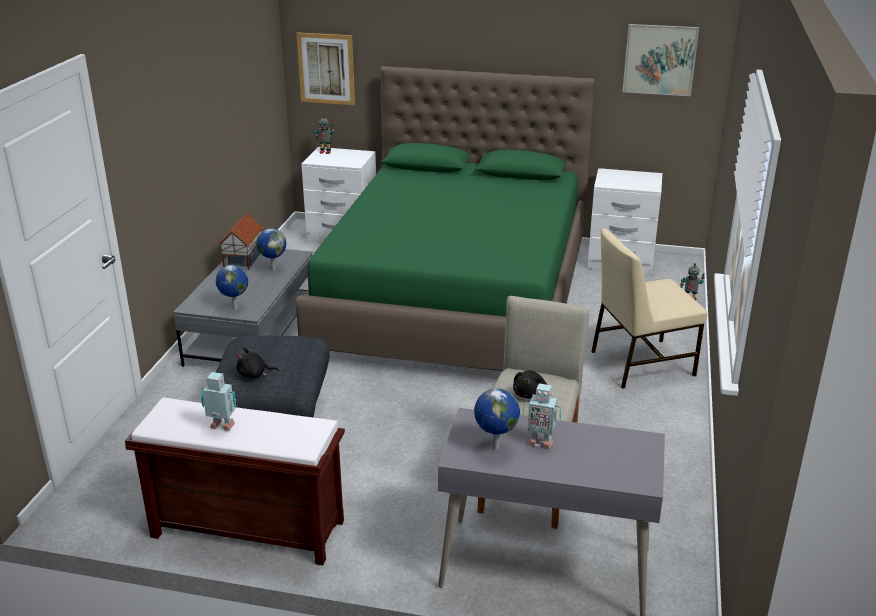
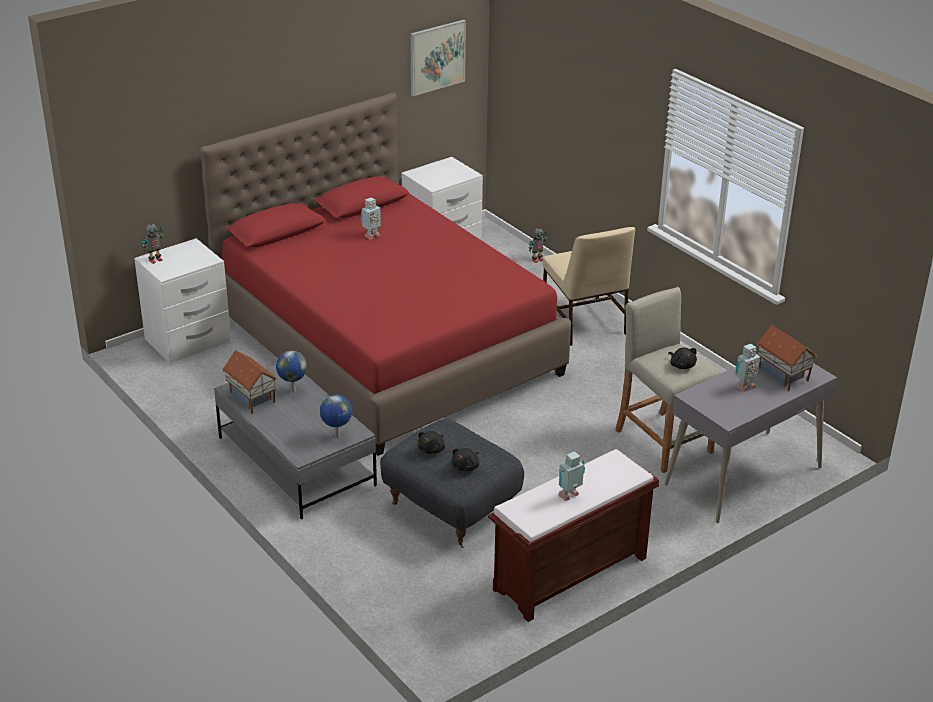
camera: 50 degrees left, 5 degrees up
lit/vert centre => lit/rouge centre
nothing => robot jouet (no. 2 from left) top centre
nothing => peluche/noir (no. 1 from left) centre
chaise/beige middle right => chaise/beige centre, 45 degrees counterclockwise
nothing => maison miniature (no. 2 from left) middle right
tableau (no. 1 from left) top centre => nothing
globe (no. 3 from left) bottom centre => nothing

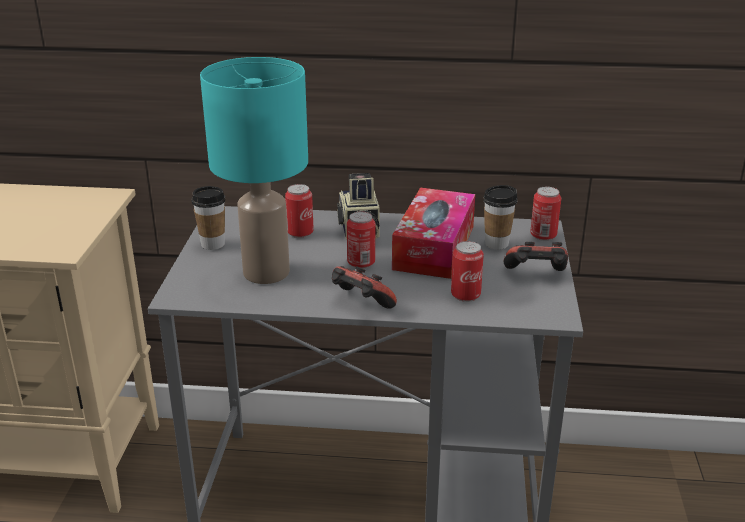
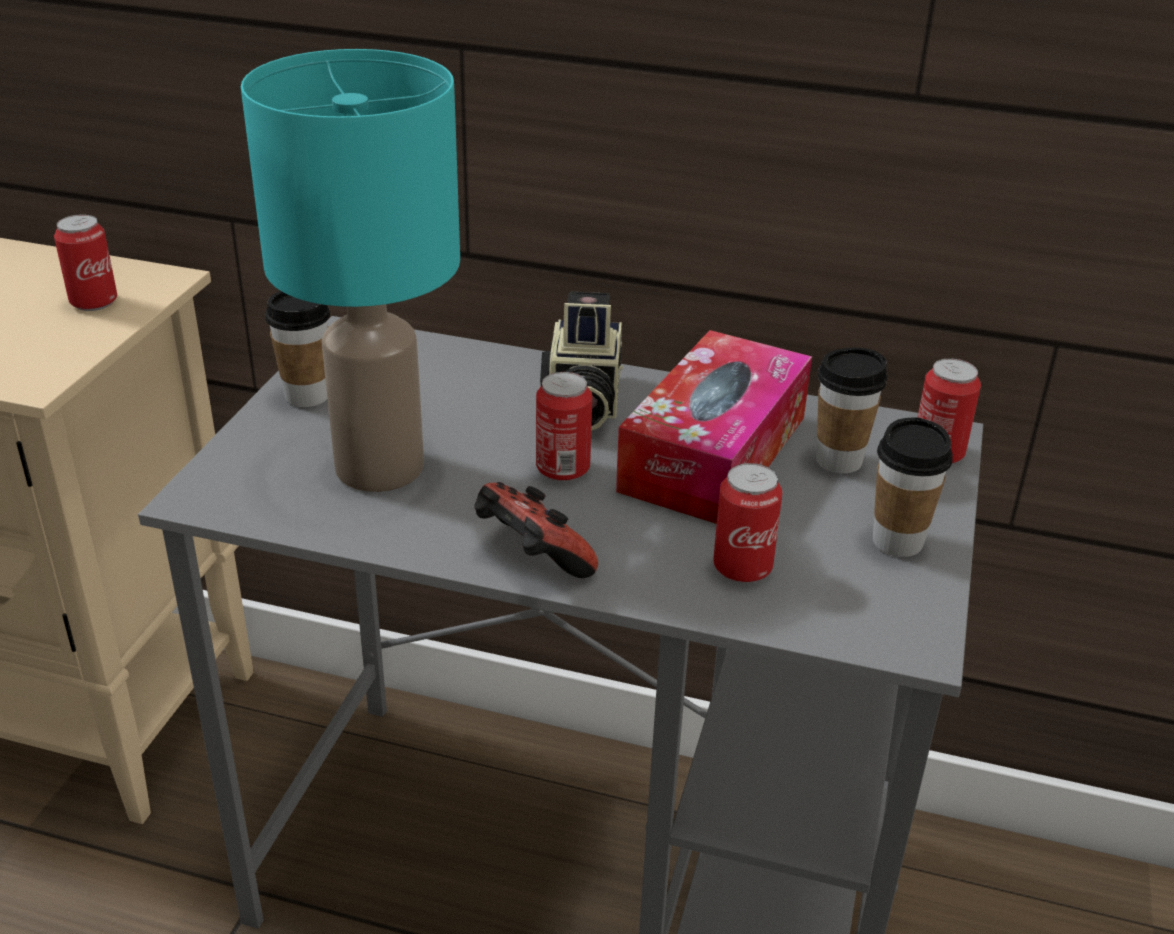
camera: 10 degrees right, 5 degrees up
boîte métallique (no. 1 from left) centre => boîte métallique (no. 1 from left) top left, shifted
manette (no. 2 from left) middle right => tasse (no. 3 from left) middle right

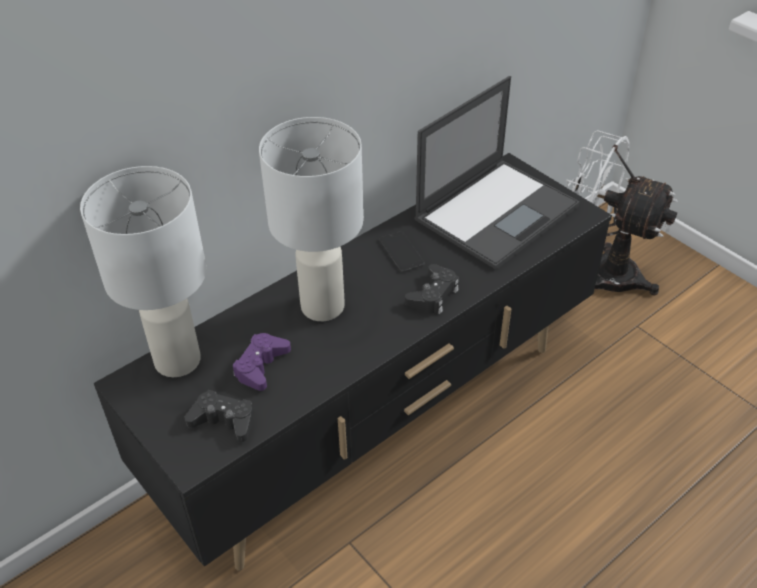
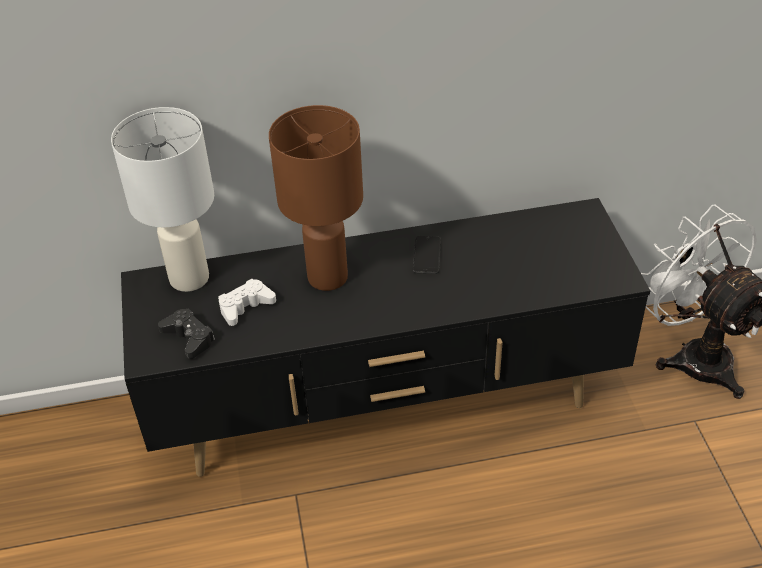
camera: 30 degrees right, 0 degrees up
manette/violet centre => manette/blanc middle left
lampe de table/blanc (no. 2 from left) centre => lampe de table/marron centre
manette/noir (no. 2 from left) centre => nothing
ordinateur portable top centre => nothing

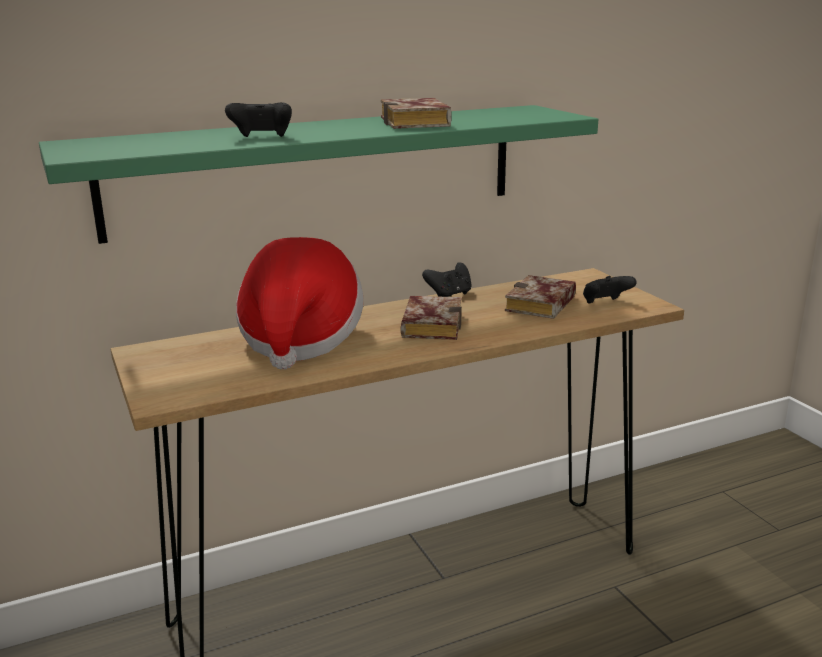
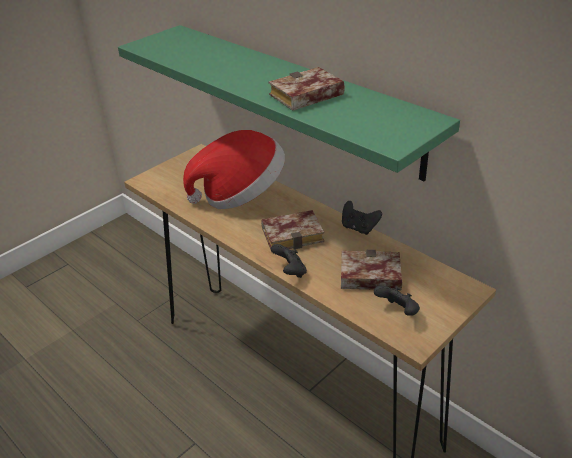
camera: 70 degrees right, 15 degrees up
manette/noir (no. 1 from left) top left => manette/noir (no. 1 from left) centre, shifted

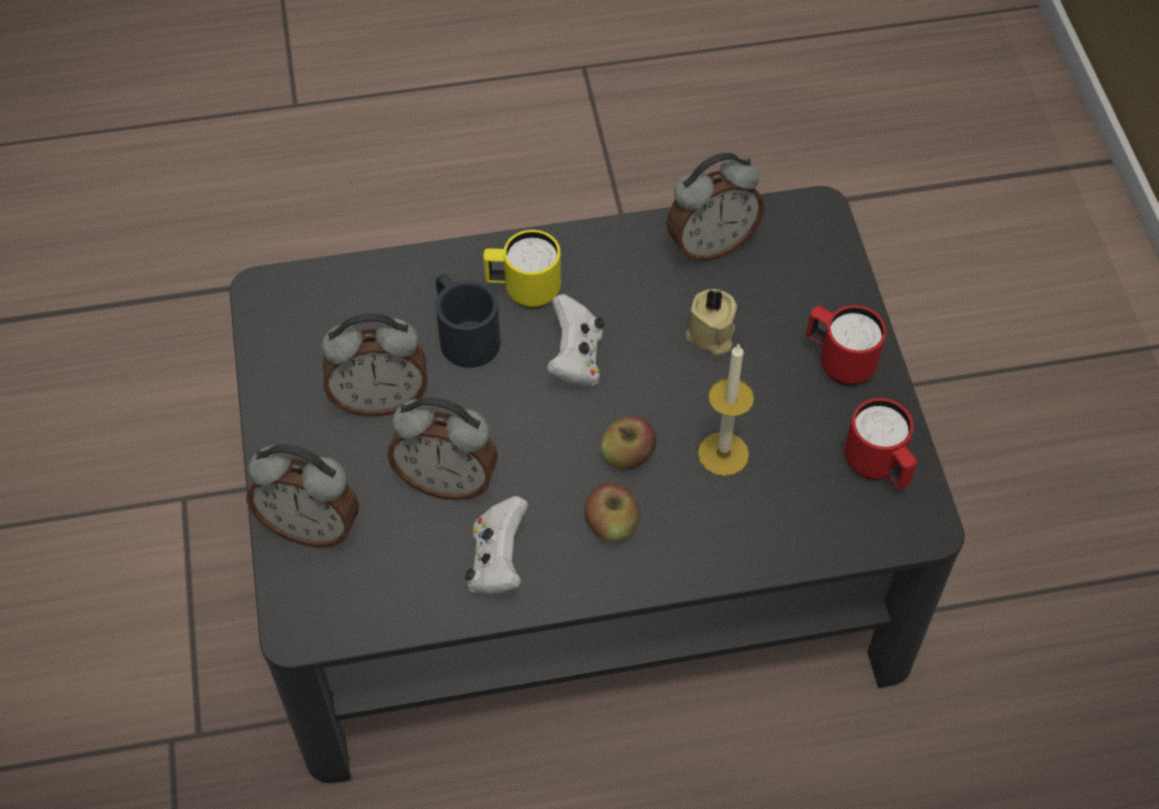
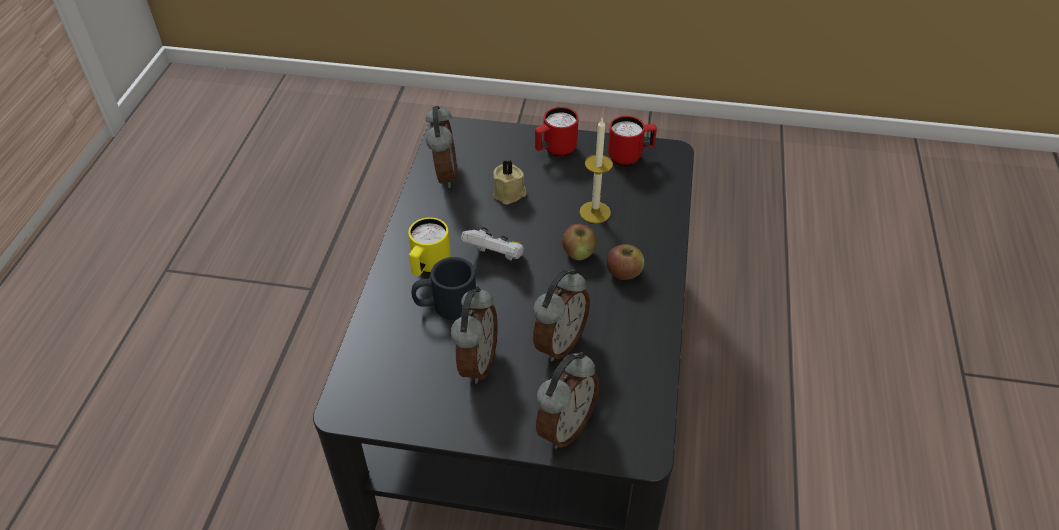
camera: 70 degrees left, 10 degrees down
manette/blanc (no. 1 from left) bottom centre => nothing

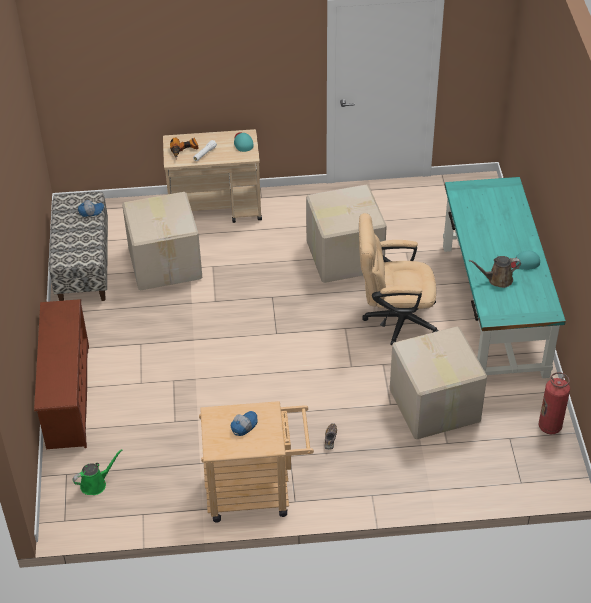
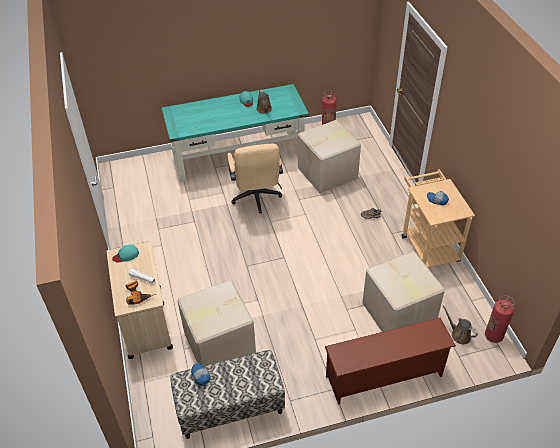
camera: 100 degrees left, 0 degrees up
carton (no. 2 from left in the first image) centre => carton (no. 3 from left) middle right, shifted
arrosoir/vert bottom left => arrosoir/marron (no. 2 from left) bottom right
nothing => extincteur (no. 2 from left) bottom right

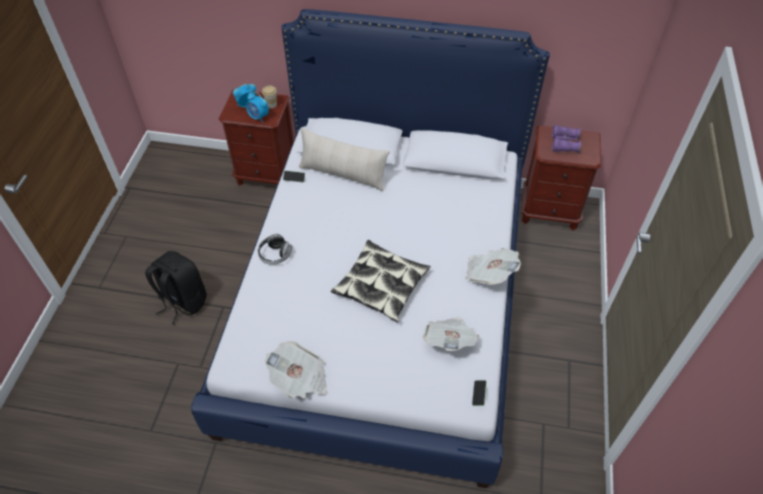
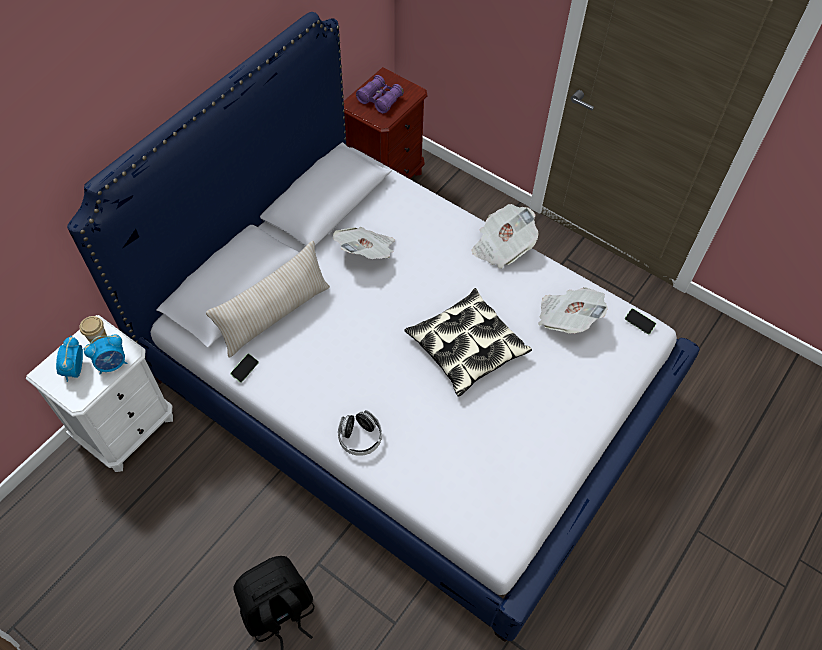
camera: 65 degrees left, 5 degrees up
table de chevet/marron (no. 1 from left) top centre => table de chevet/blanc middle left
journal (no. 1 from left) bottom centre => journal (no. 1 from left) centre, shifted

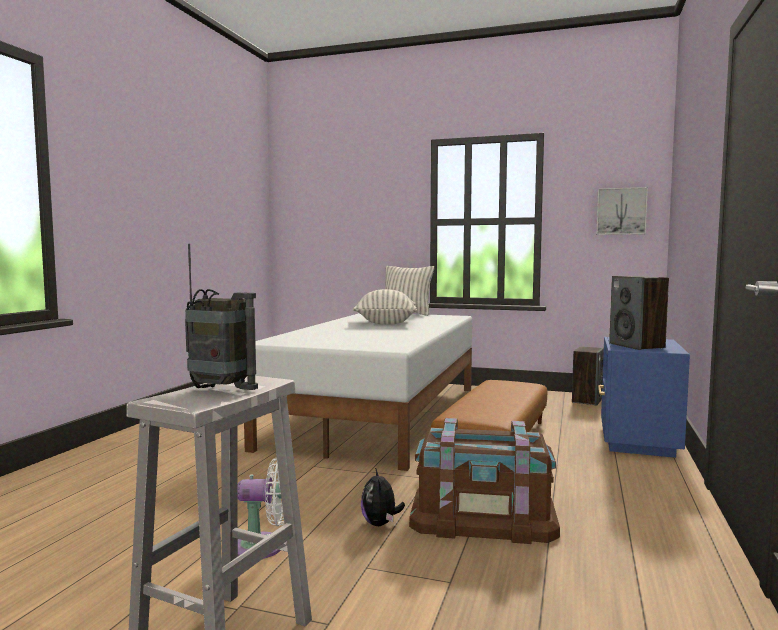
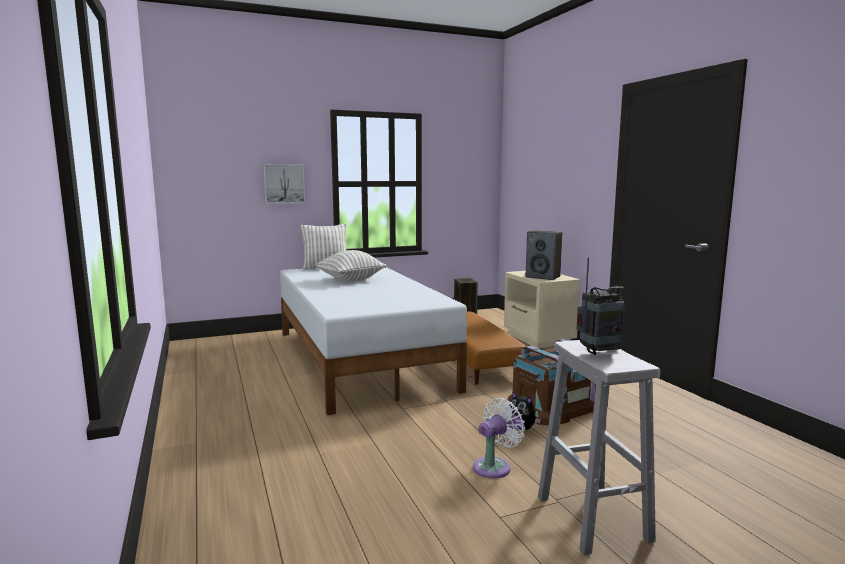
camera: 40 degrees left, 5 degrees up
tableau middle right => tableau top centre, shifted
table de chevet/bleu middle right => table de chevet/beige centre

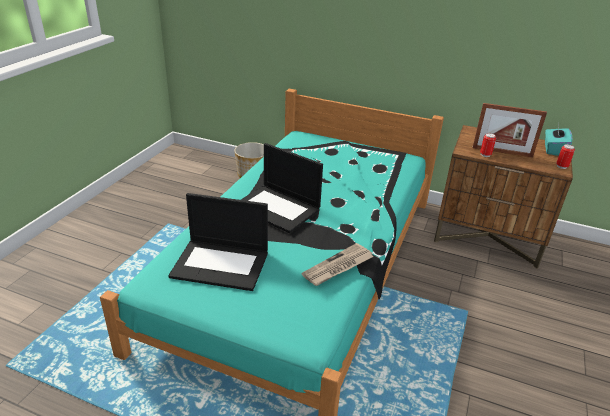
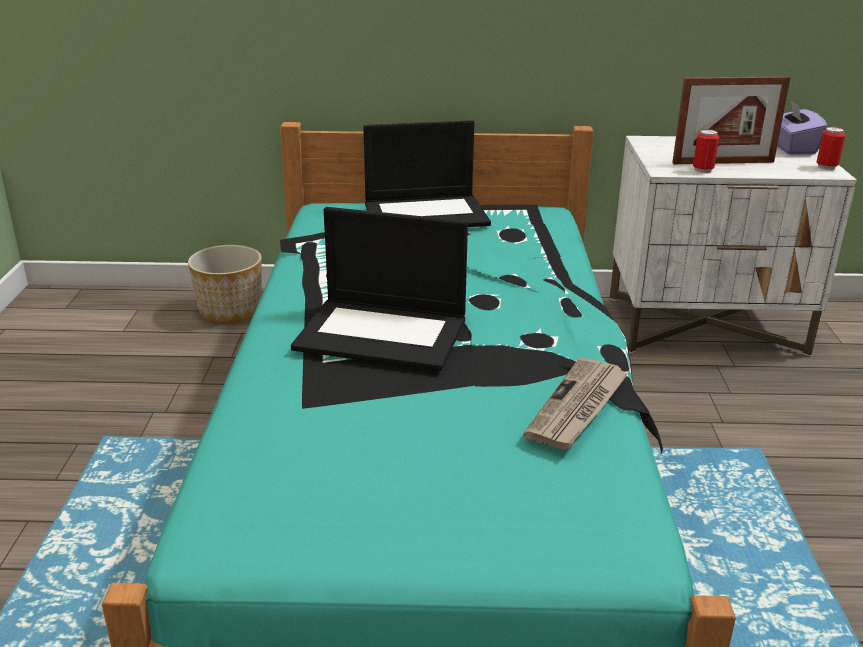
camera: 20 degrees left, 5 degrees down
ordinateur portable (no. 1 from left in the first image) centre => ordinateur portable (no. 2 from left) top centre, shifted
table de chevet/marron middle right => table de chevet/blanc middle right
boîte à mouchoirs/turquoise middle right => boîte à mouchoirs/violet top right

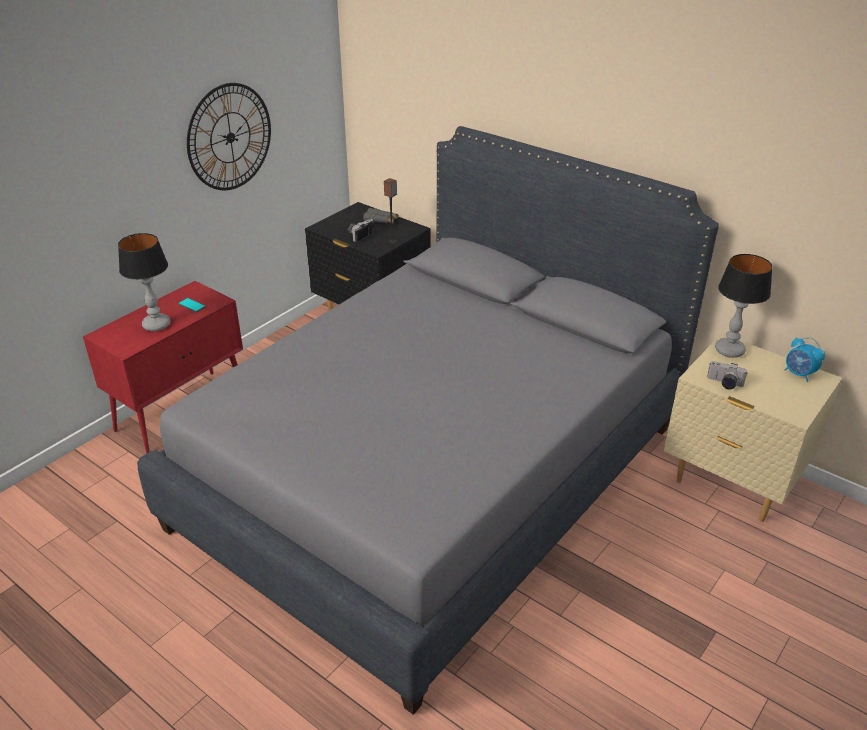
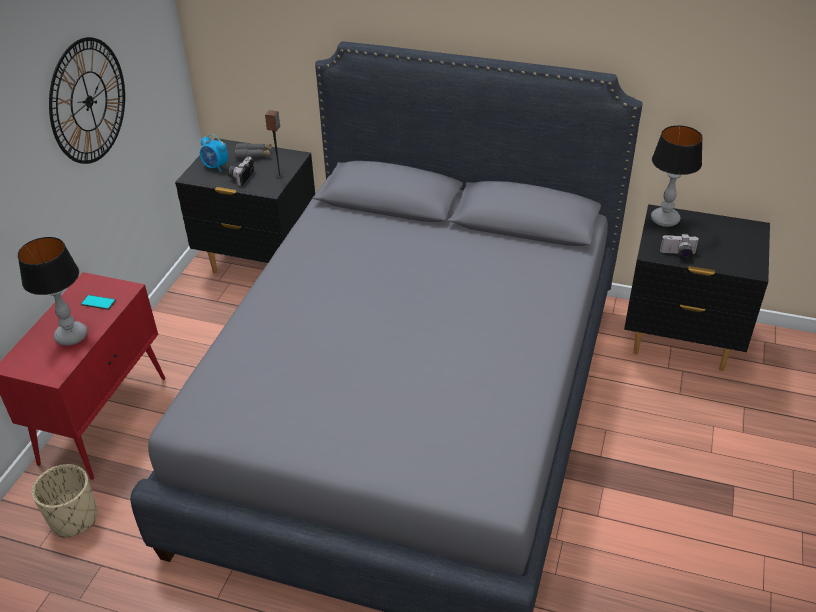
camera: 20 degrees left, 5 degrees up
nothing => cache-pot/beige bottom left
réveil middle right => réveil top left, shifted
table de chevet/beige middle right => table de chevet/noir (no. 2 from left) middle right

